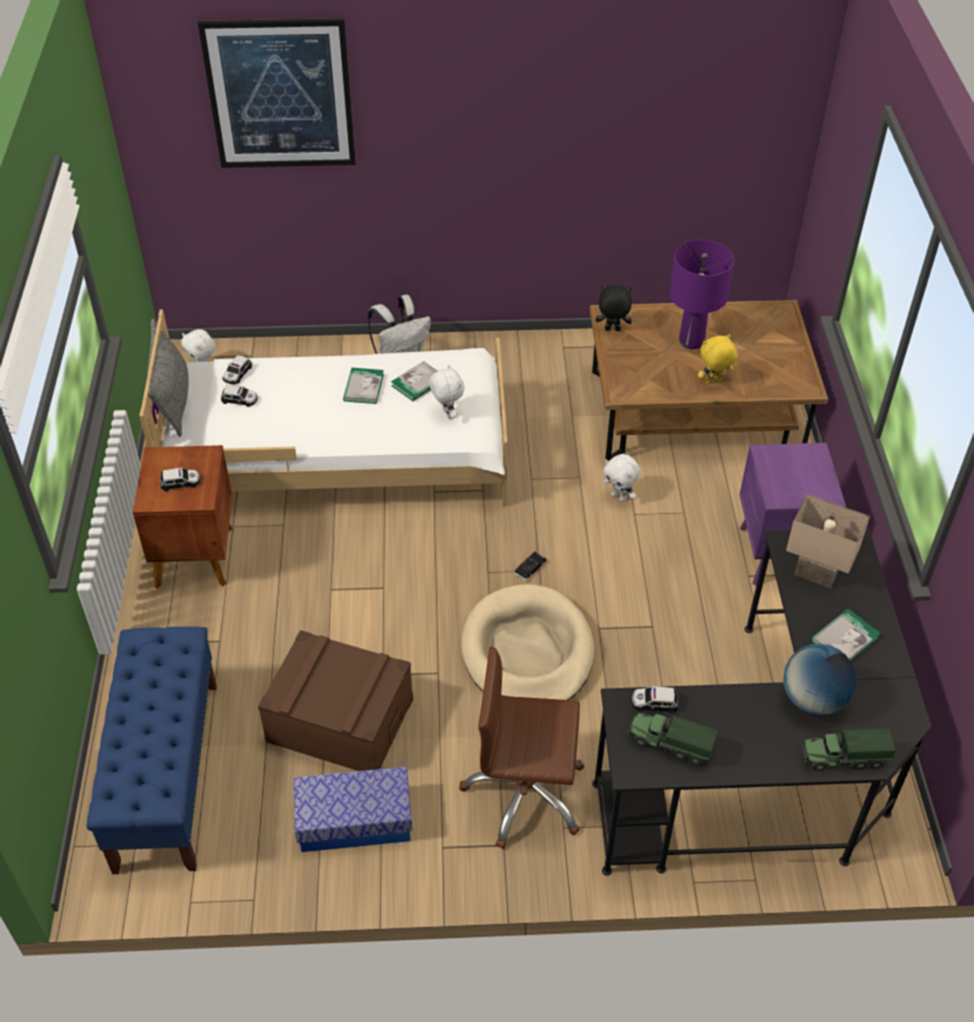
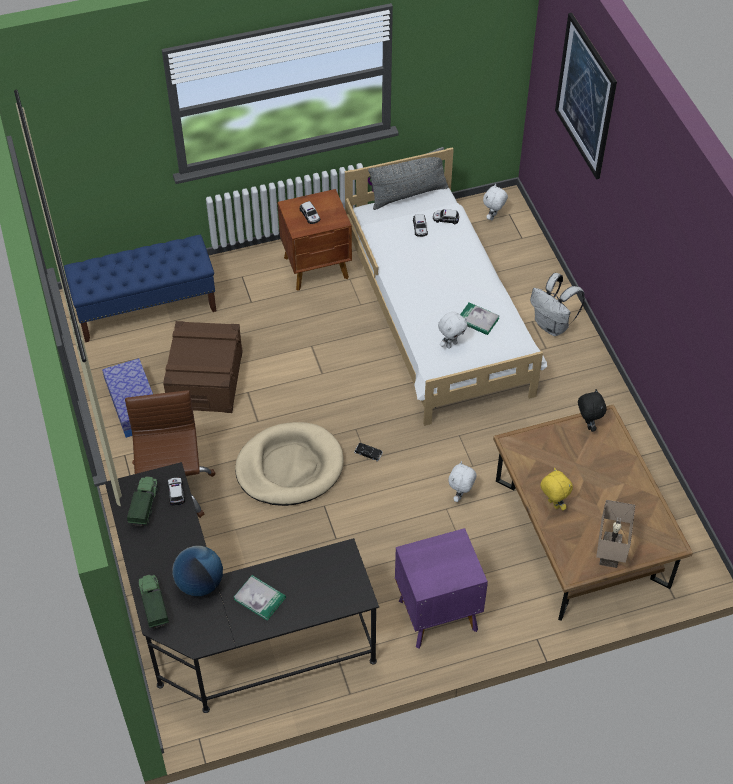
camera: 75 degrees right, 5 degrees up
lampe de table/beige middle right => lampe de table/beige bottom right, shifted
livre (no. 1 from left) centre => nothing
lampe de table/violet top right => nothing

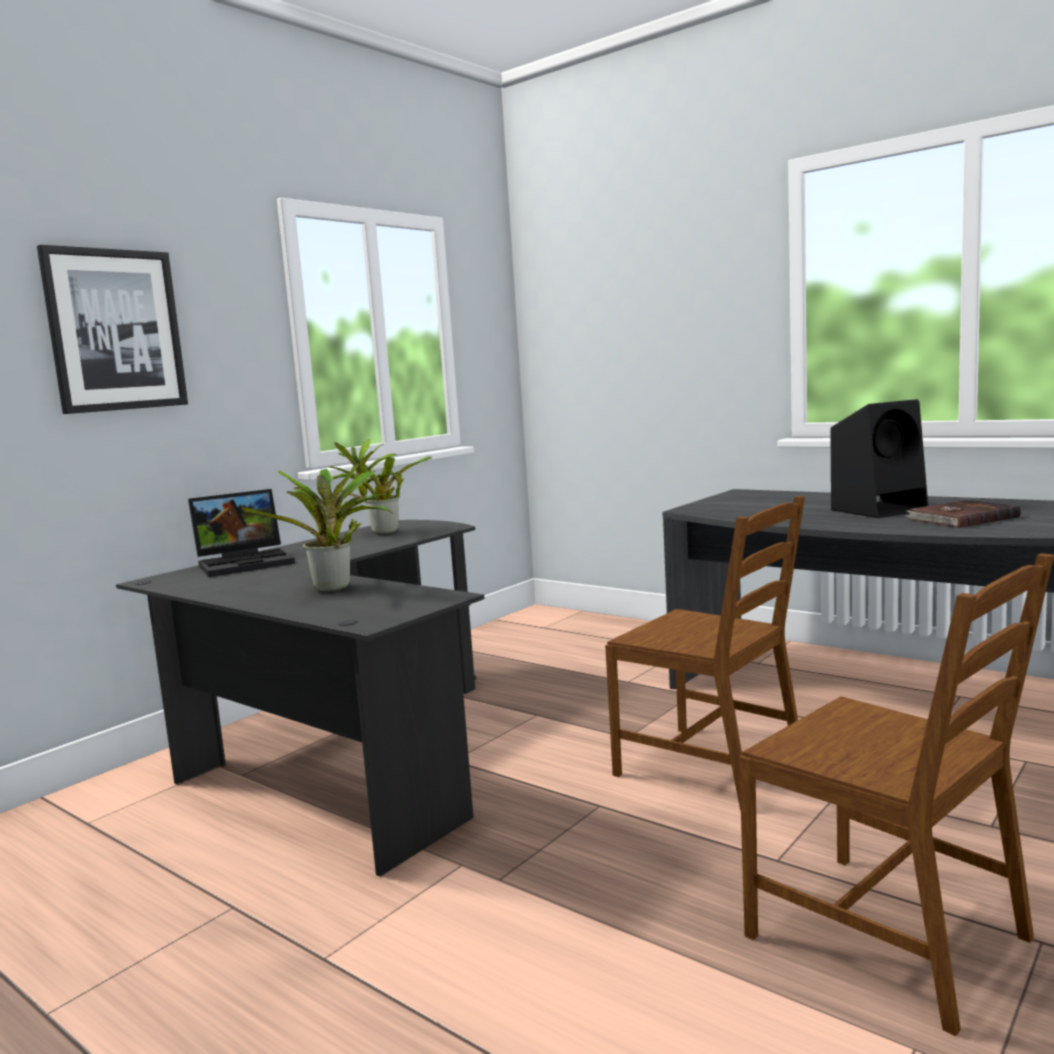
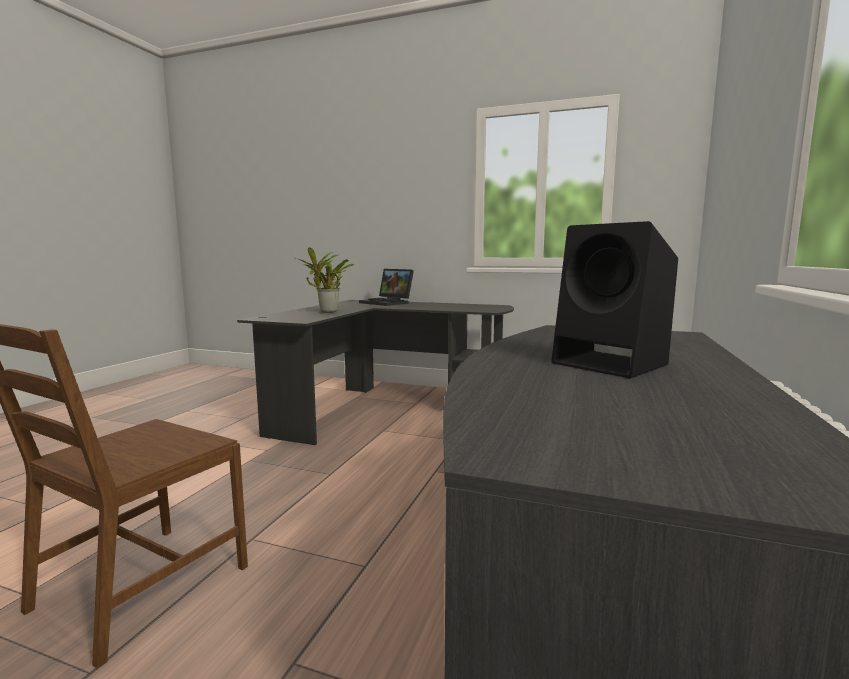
camera: 70 degrees right, 0 degrees up
tableau top left => nothing
plante en pot (no. 2 from left) centre => nothing
chaise/marron (no. 1 from left) middle right => nothing
livre/marron middle right => nothing

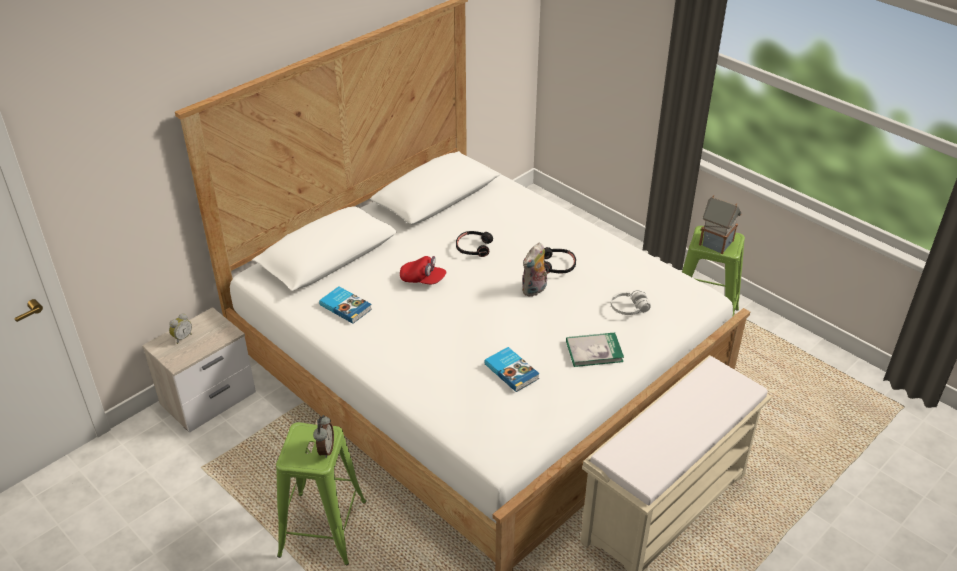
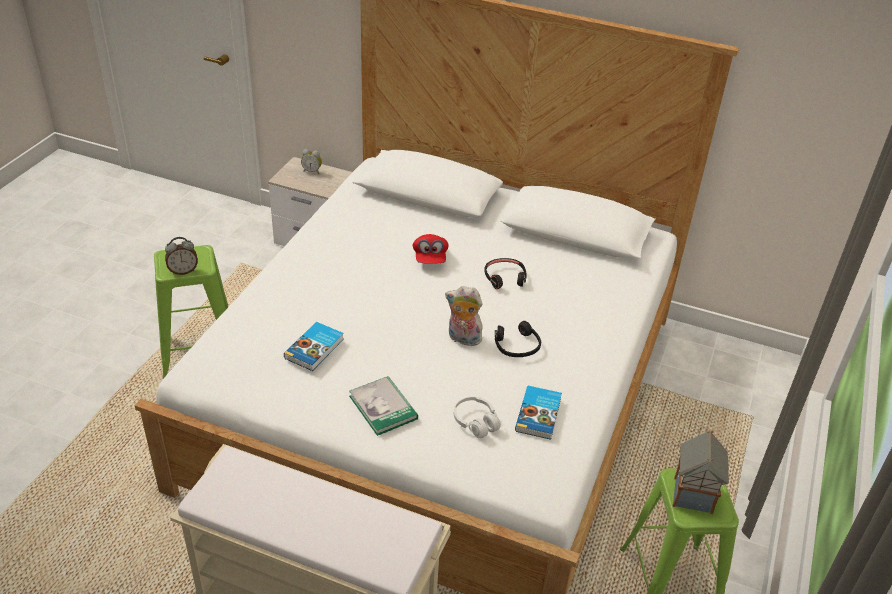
camera: 65 degrees right, 0 degrees up
livre (no. 1 from left in the first image) centre => livre (no. 3 from left) bottom centre, shifted

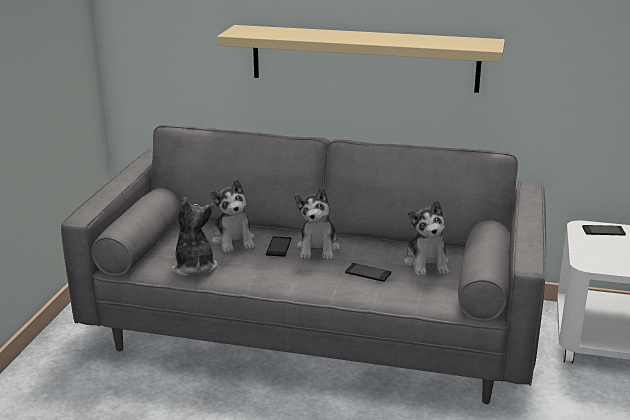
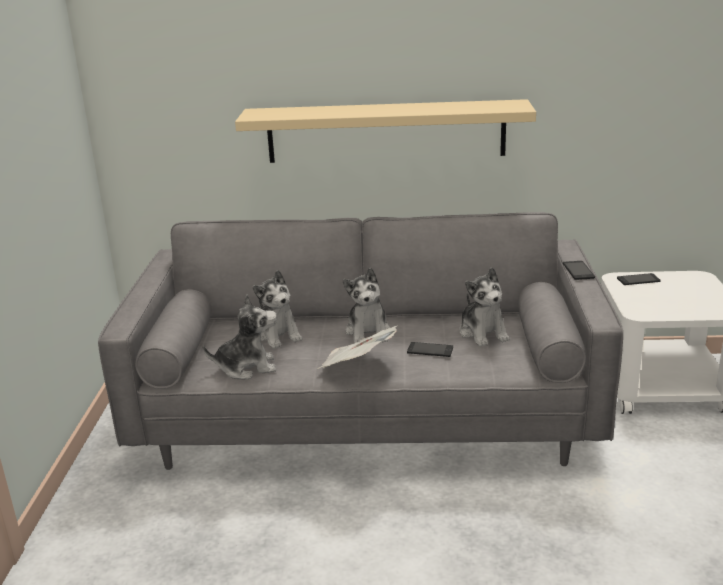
camera: 10 degrees left, 0 degrees up
peluche (no. 1 from left) middle left, 105 degrees clockwise
nothing => journal centre
téléphone (no. 1 from left in the first image) centre => téléphone (no. 2 from left) middle right, shifted

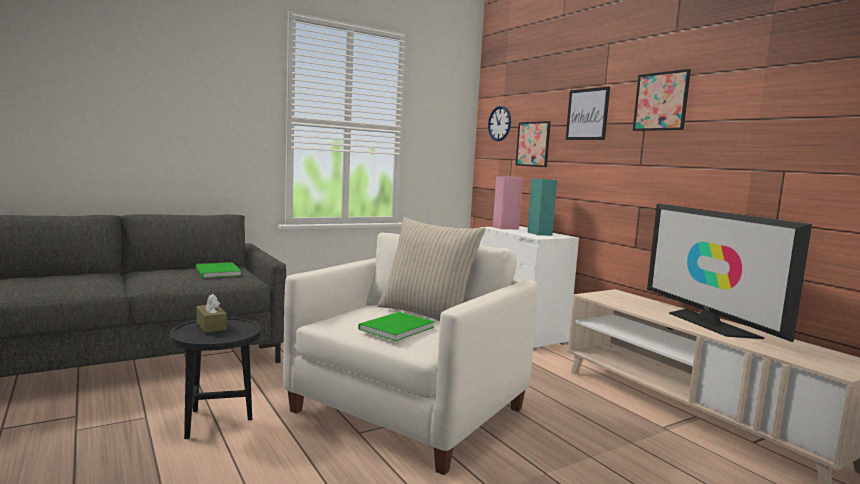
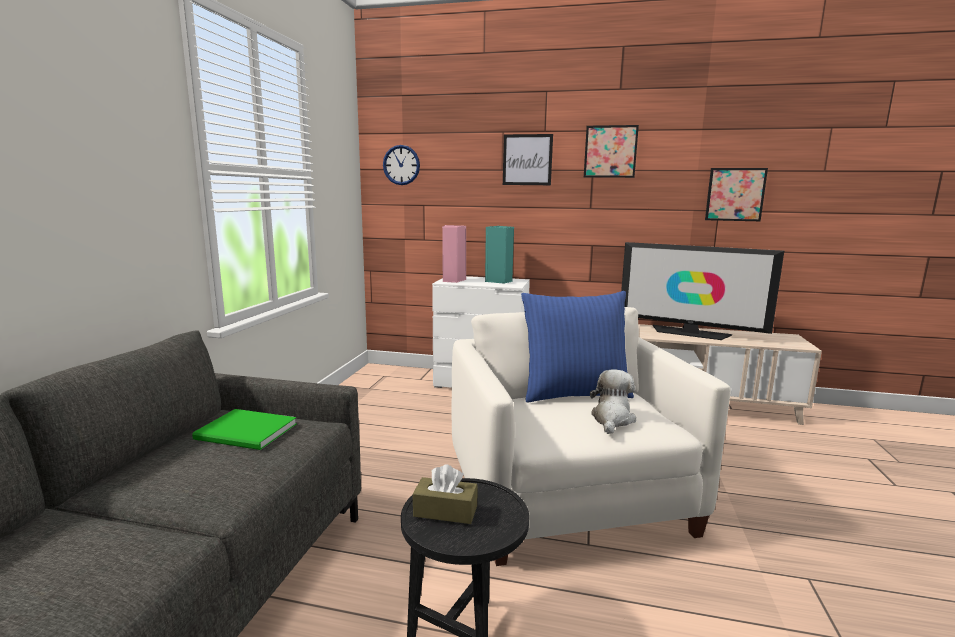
camera: 45 degrees left, 5 degrees up
coussin/beige centre => coussin/bleu centre
livre/vert (no. 2 from left) bottom centre => peluche centre
tableau (no. 1 from left in the first image) top centre => tableau (no. 3 from left) top right, shifted

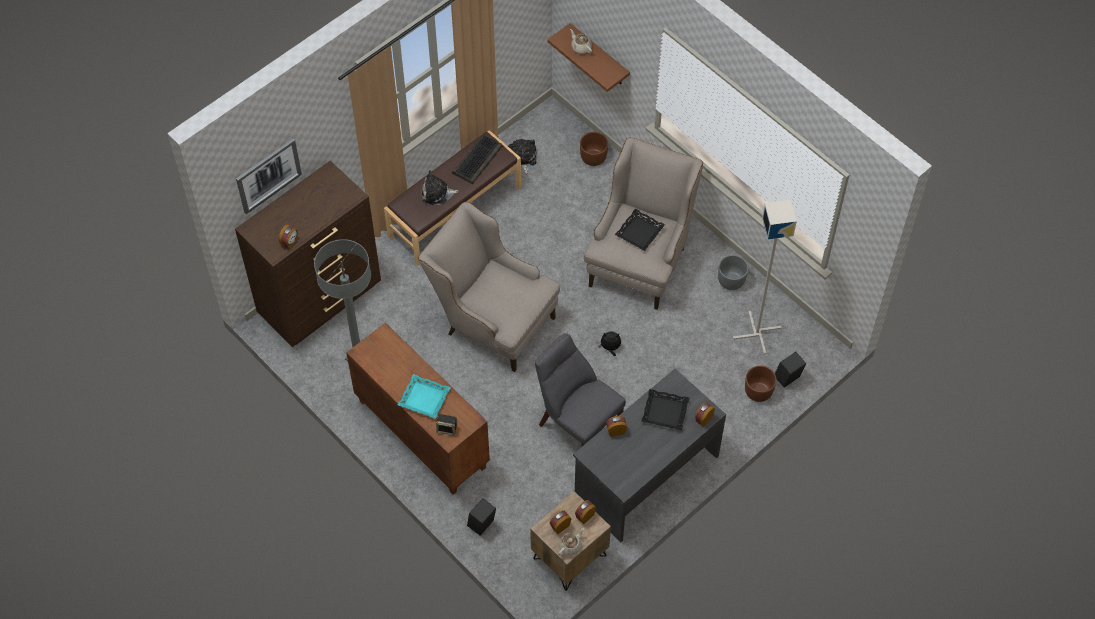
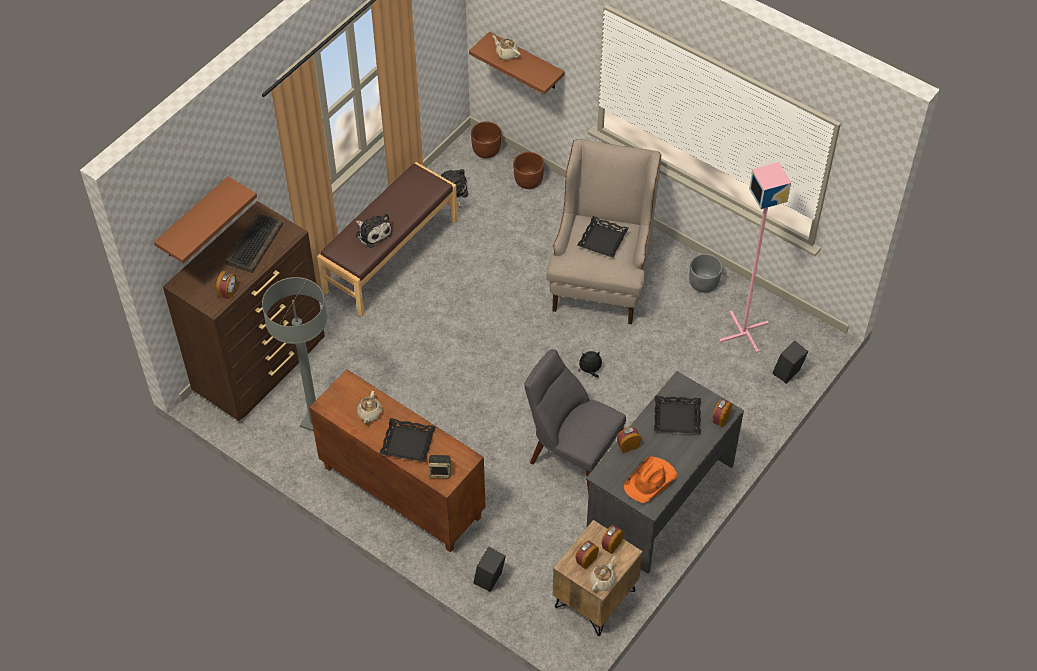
camera: 10 degrees left, 5 degrees down
tableau top left => étagère/marron (no. 1 from left) top left
clavier top centre => clavier middle left, shifted
peluche (no. 1 from left) top centre => peluche (no. 1 from left) centre, 120 degrees counterclockwise
nothing => théière/beige (no. 1 from left) centre
plateau/turquoise centre => plateau/noir (no. 1 from left) centre
cache-pot/marron (no. 2 from left in the first image) middle right => cache-pot/marron (no. 1 from left) top centre, shifted
nothing => chapeau/orange bottom centre
lampadaire/gris (no. 2 from left) middle right => lampadaire/rose middle right
fauteuil/beige (no. 1 from left) centre => nothing

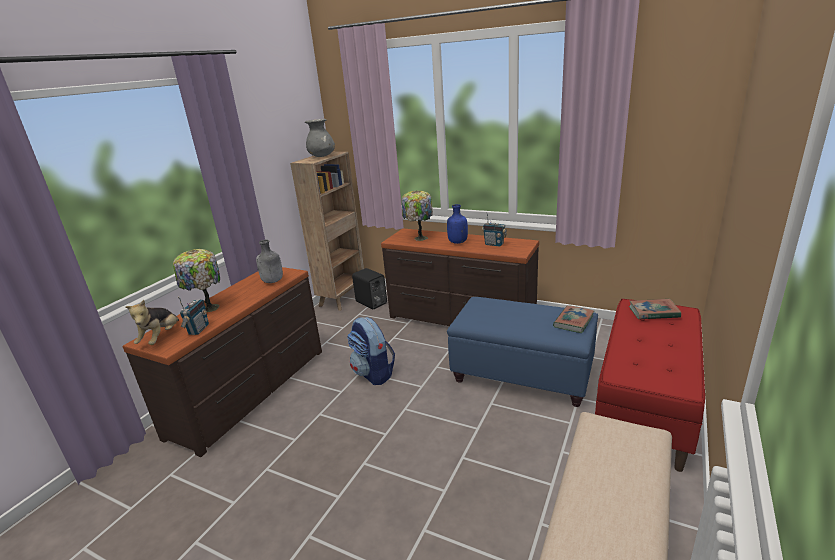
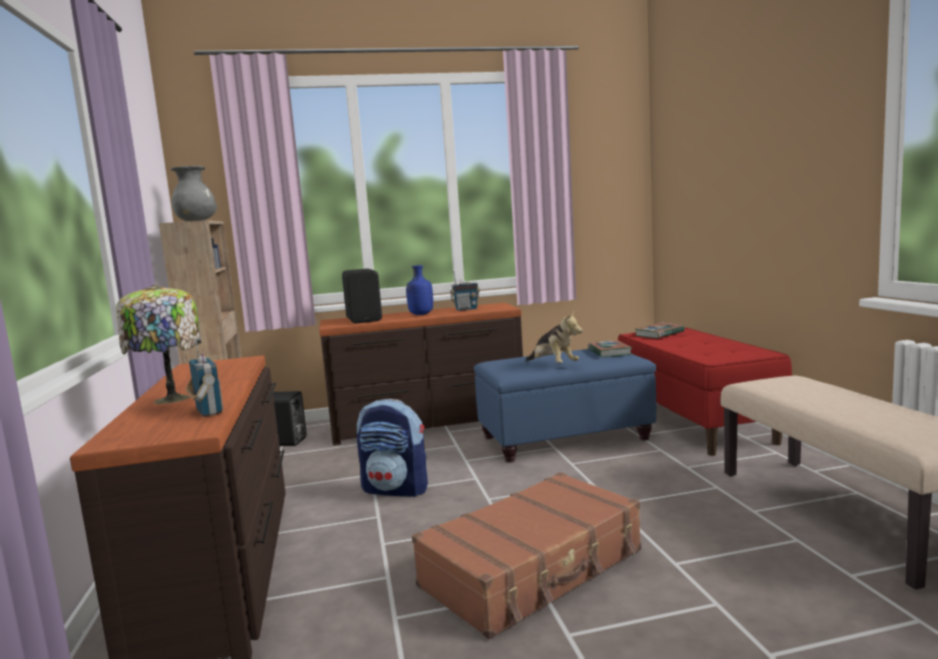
camera: 40 degrees left, 15 degrees down
lampe de table (no. 2 from left) centre => enceinte/noir (no. 2 from left) centre
nothing => valise/marron bottom centre
peluche middle left => peluche centre, shifted
bouteille/gris middle left => nothing

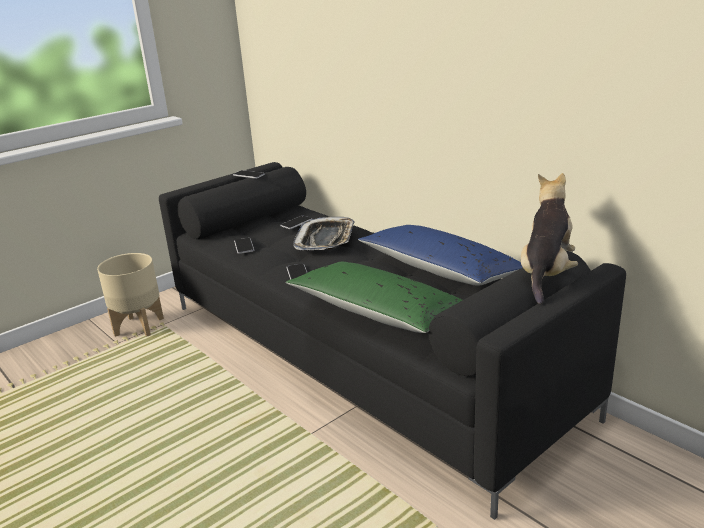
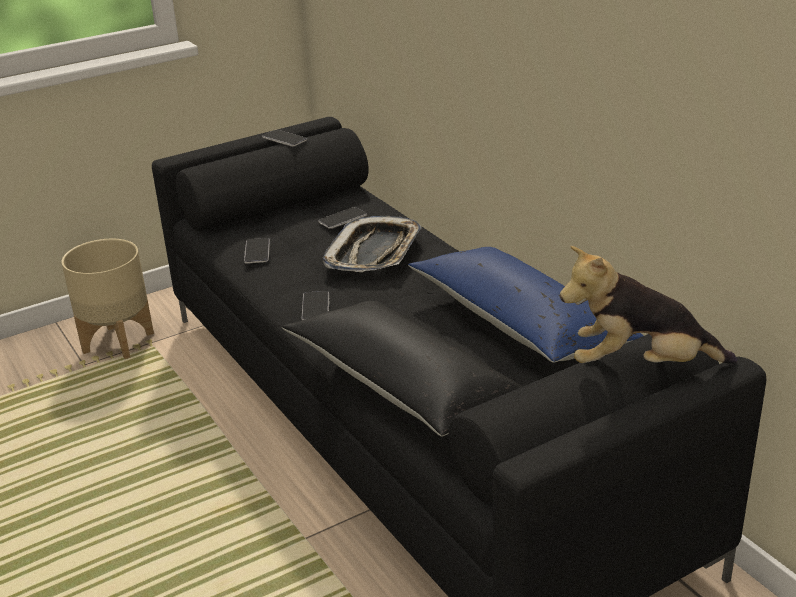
camera: 10 degrees right, 5 degrees up
coussin/vert centre => coussin/noir centre
peluche middle right, 120 degrees counterclockwise

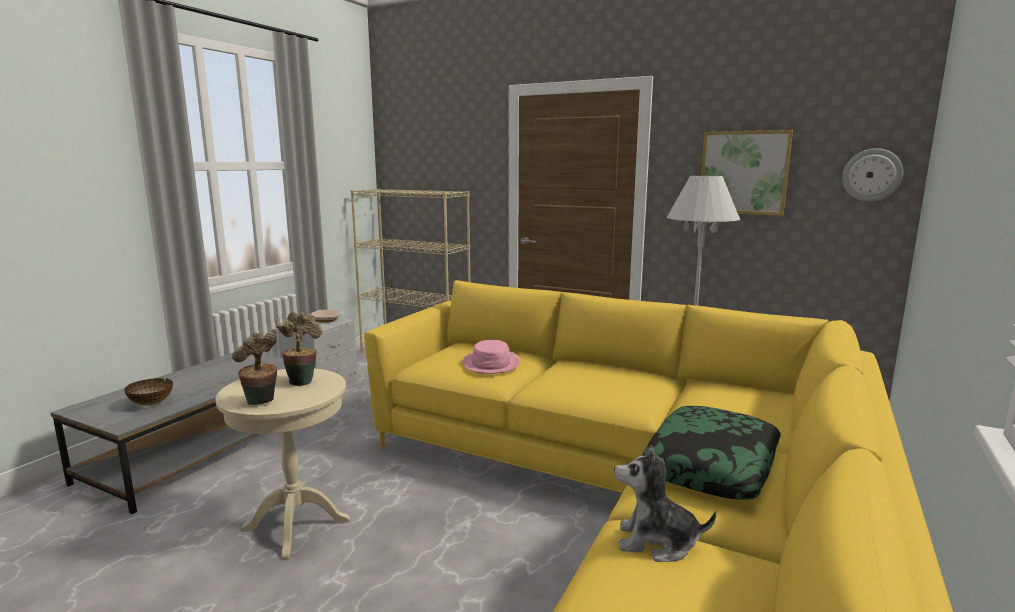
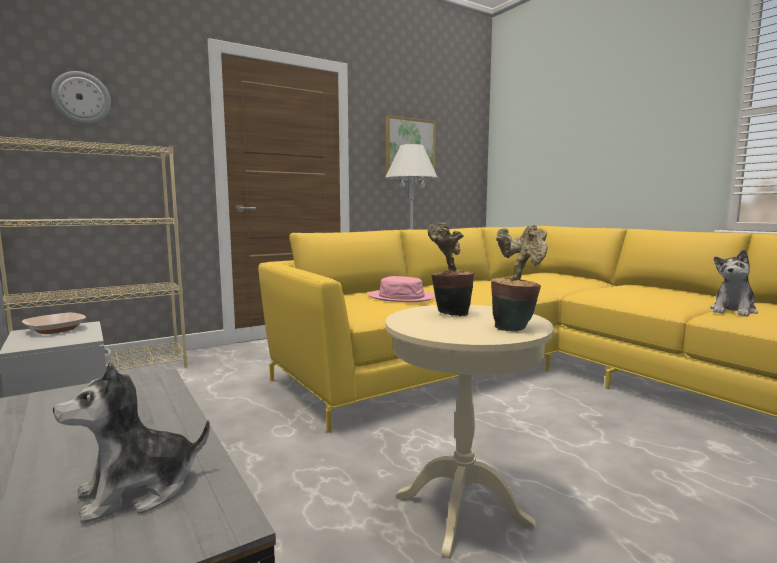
camera: 60 degrees left, 5 degrees down
horloge murale top right => horloge murale top left, shifted
bol (no. 1 from left) middle left => peluche (no. 1 from left) bottom left
coussin bottom right => nothing

